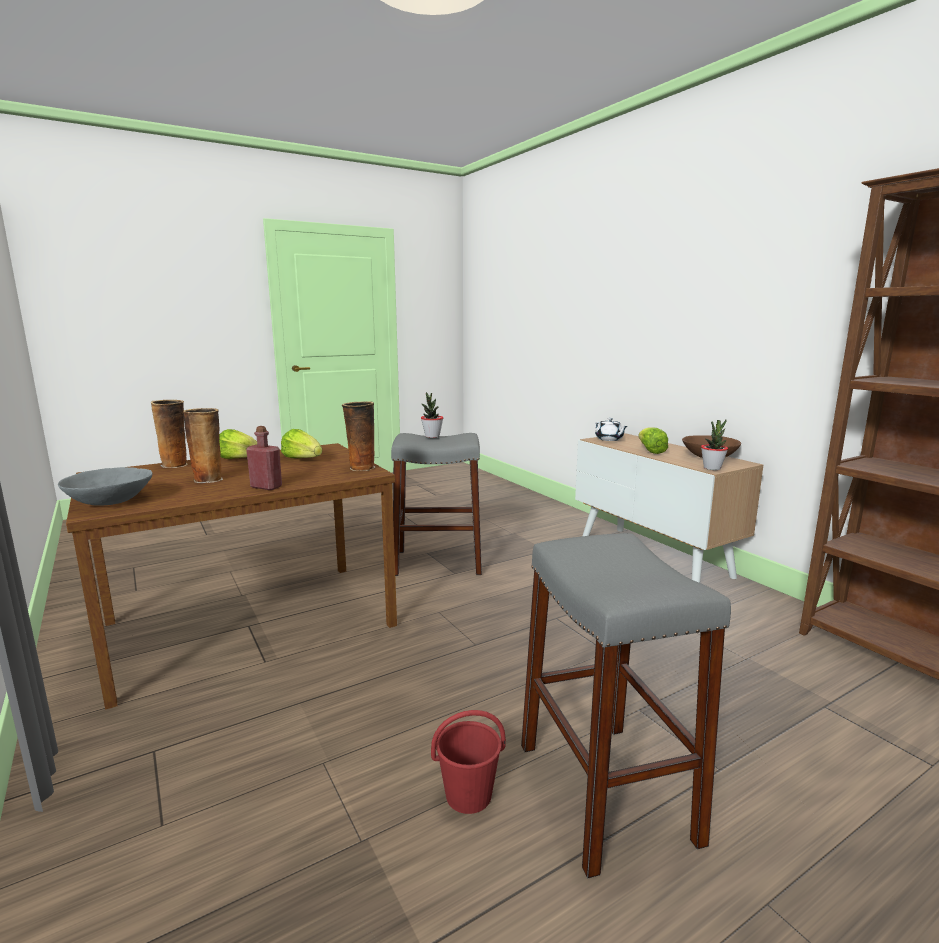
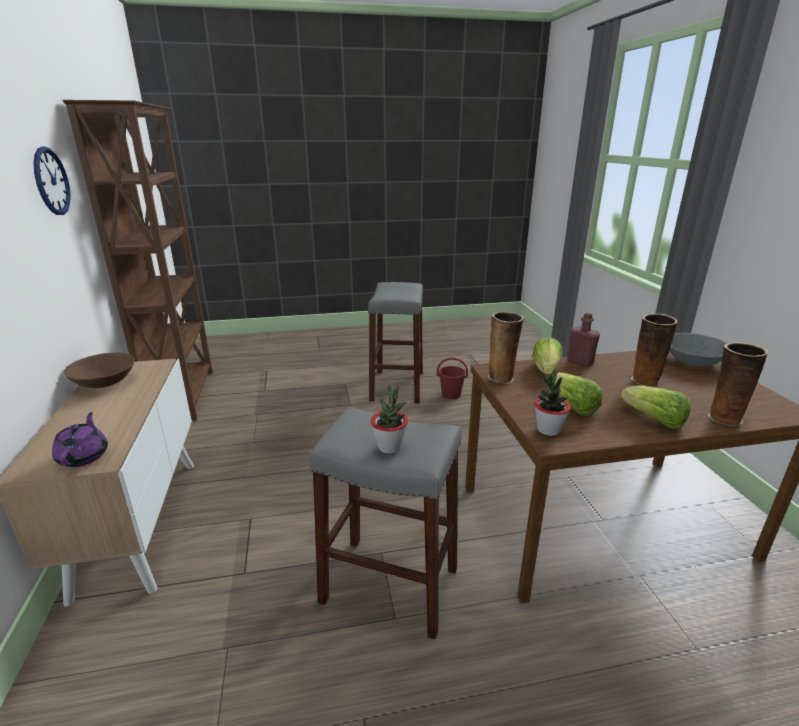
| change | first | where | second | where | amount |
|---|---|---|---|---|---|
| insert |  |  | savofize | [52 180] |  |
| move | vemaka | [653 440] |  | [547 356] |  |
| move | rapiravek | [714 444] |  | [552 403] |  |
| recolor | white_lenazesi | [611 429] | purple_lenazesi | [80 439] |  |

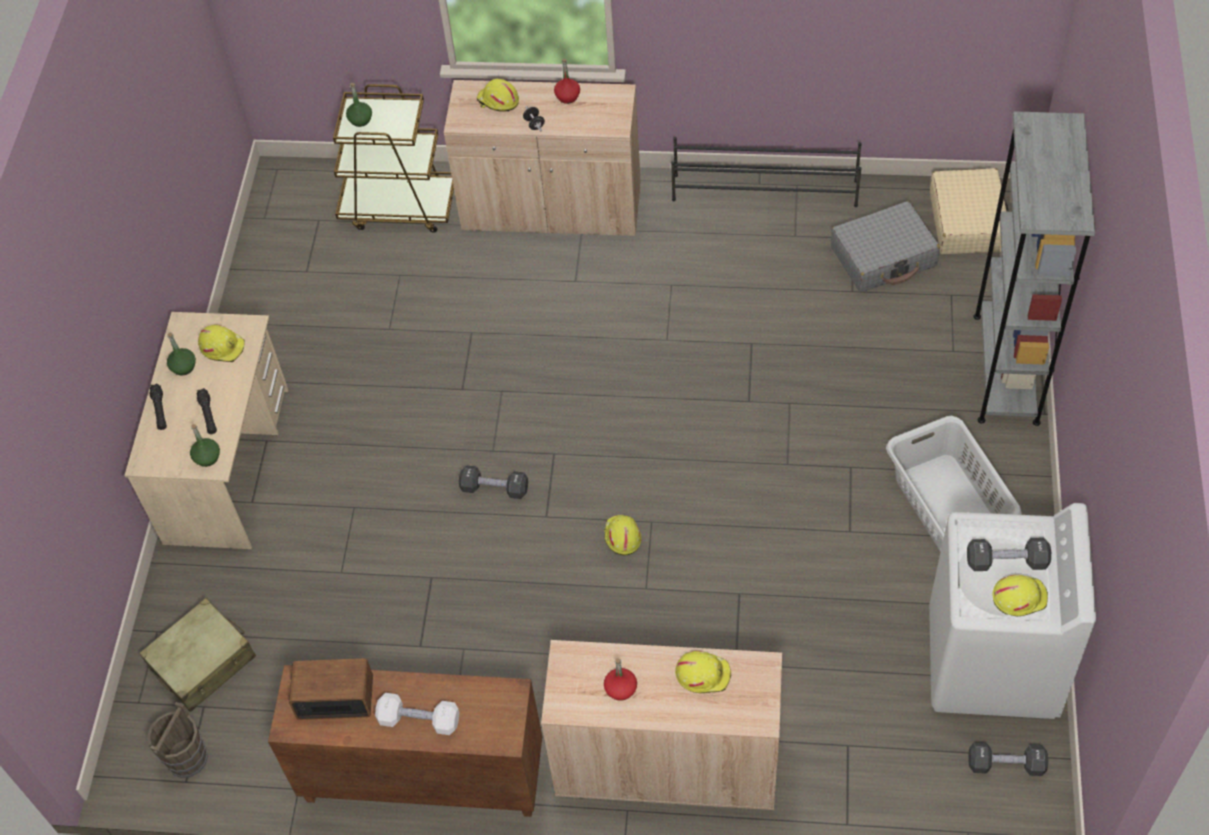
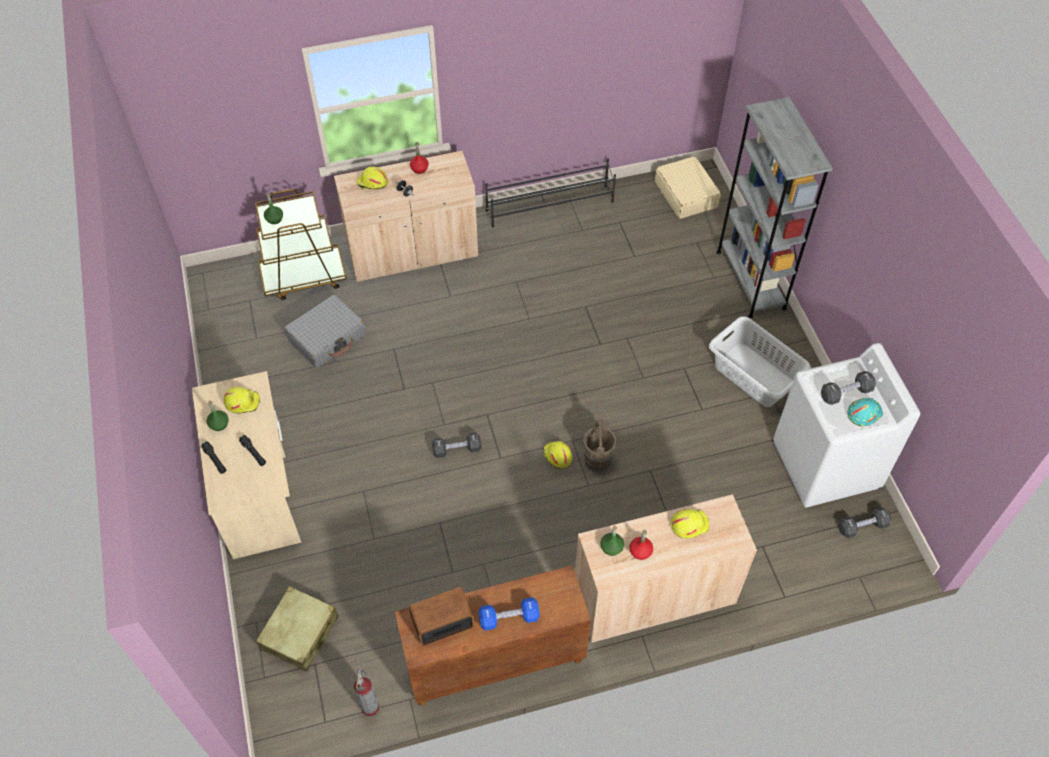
| change | first | where | second | where | amount |
|---|---|---|---|---|---|
| insert |  |  | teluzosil | [367 691] |  |
| move | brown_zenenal | [177 740] |  | [599 445] |  |
| move | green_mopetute | [205 445] |  | [612 540] |  |
| move | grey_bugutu | [885 246] |  | [325 331] |  |
| recolor | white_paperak | [417 714] | blue_paperak | [509 614] |  |
| recolor | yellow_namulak | [1020 595] | turquoise_namulak | [865 412] |  |

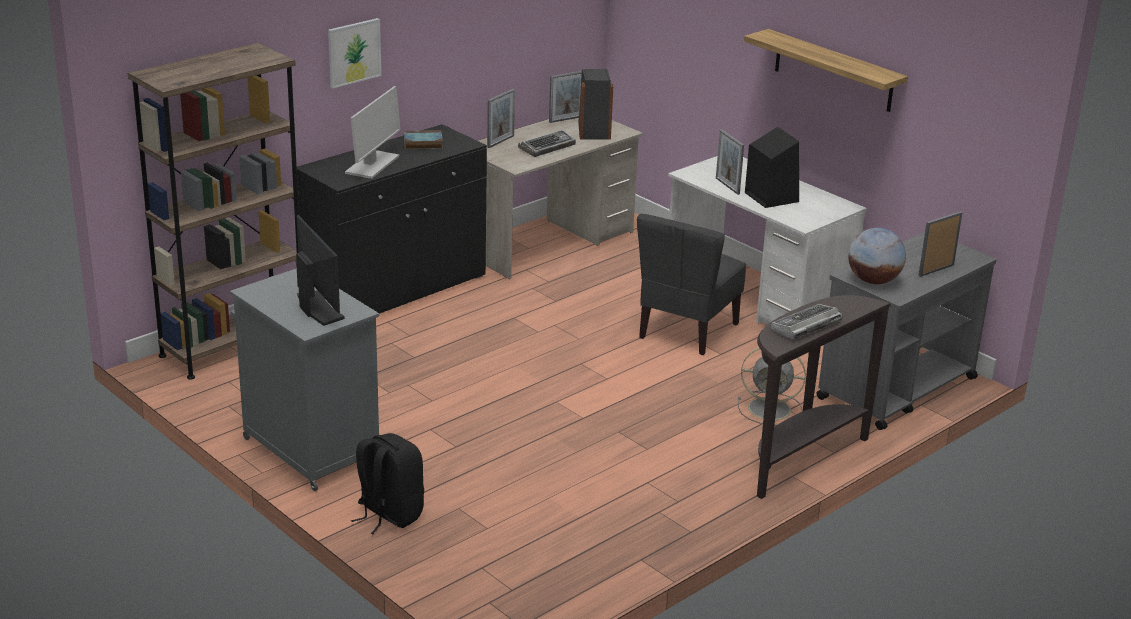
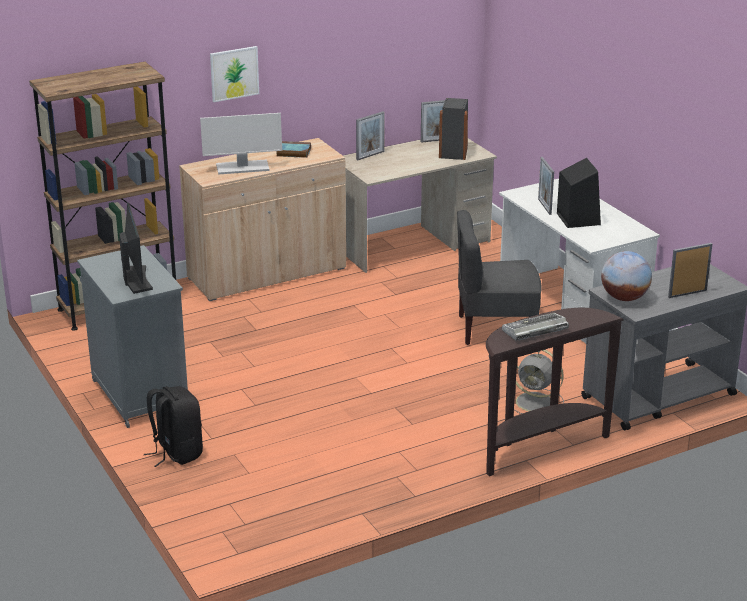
| change | first | where | second | where | amount |
|---|---|---|---|---|---|
| delete | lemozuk | [547 143] |  |  |  |
| delete | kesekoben | [826 70] |  |  |  |
| recolor | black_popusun | [392 219] | beige_popusun | [262 219] |  |
| rotate | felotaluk | [373 132] |  | [241 144] | 45 degrees clockwise |
| rotate | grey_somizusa | [691 284] |  | [499 277] | 45 degrees clockwise |

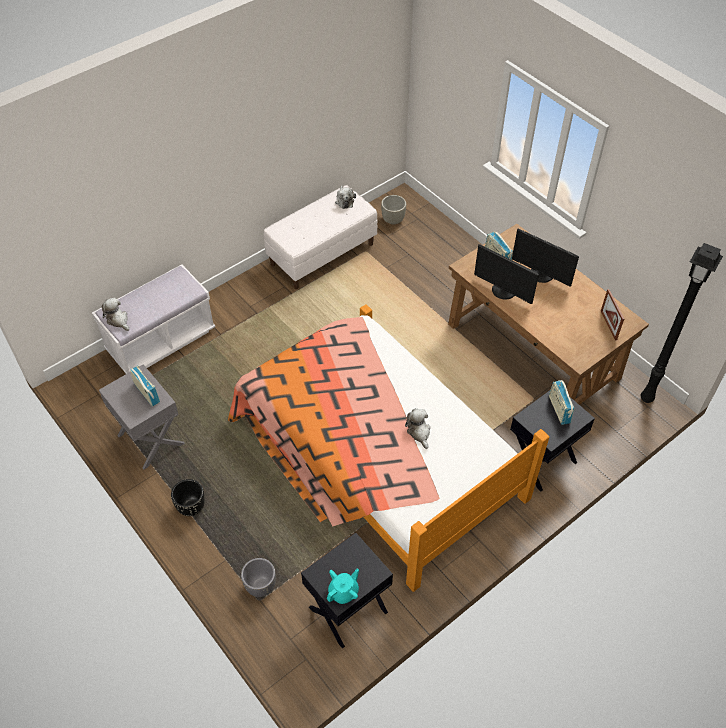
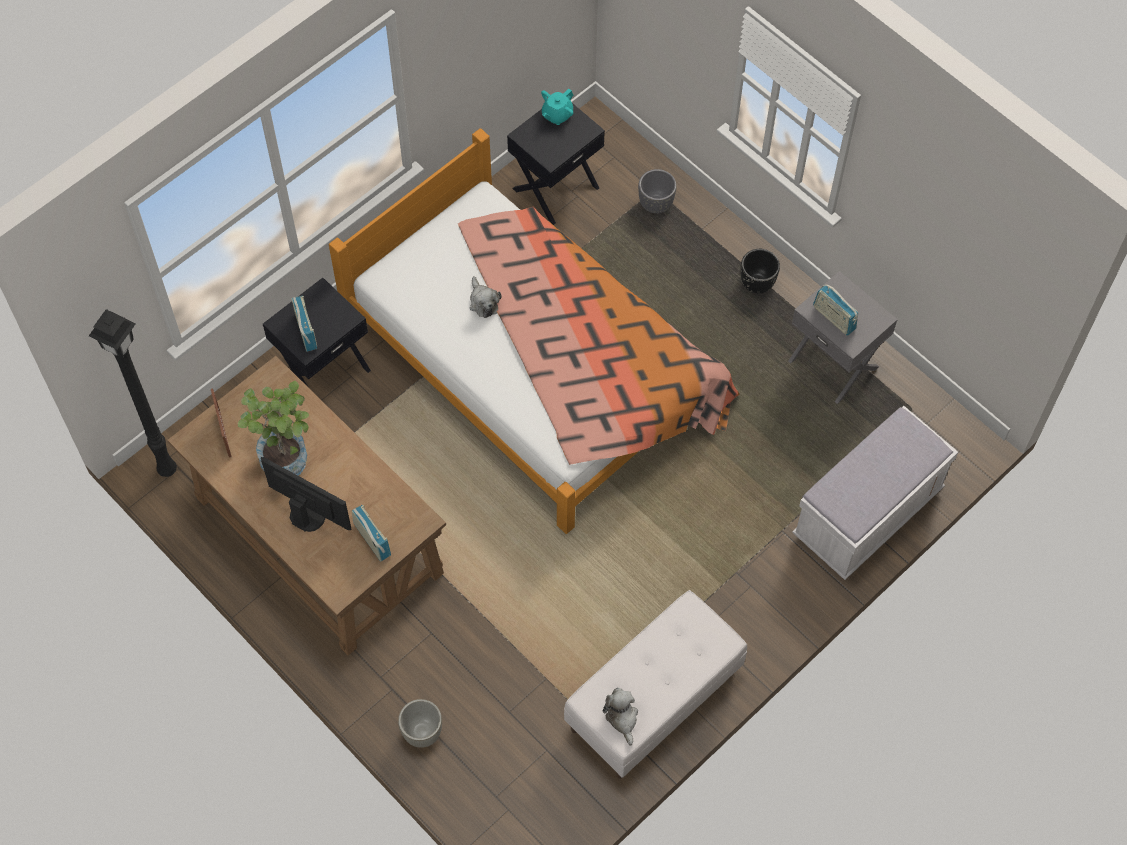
| change | first | where | second | where | amount |
|---|---|---|---|---|---|
| delete | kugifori | [115 314] |  |  |  |
| delete | felotaluk | [506 274] |  |  |  |
| insert |  |  | rapiravek | [273 428] |  |
| move | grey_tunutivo | [393 210] |  | [420 723] |  |

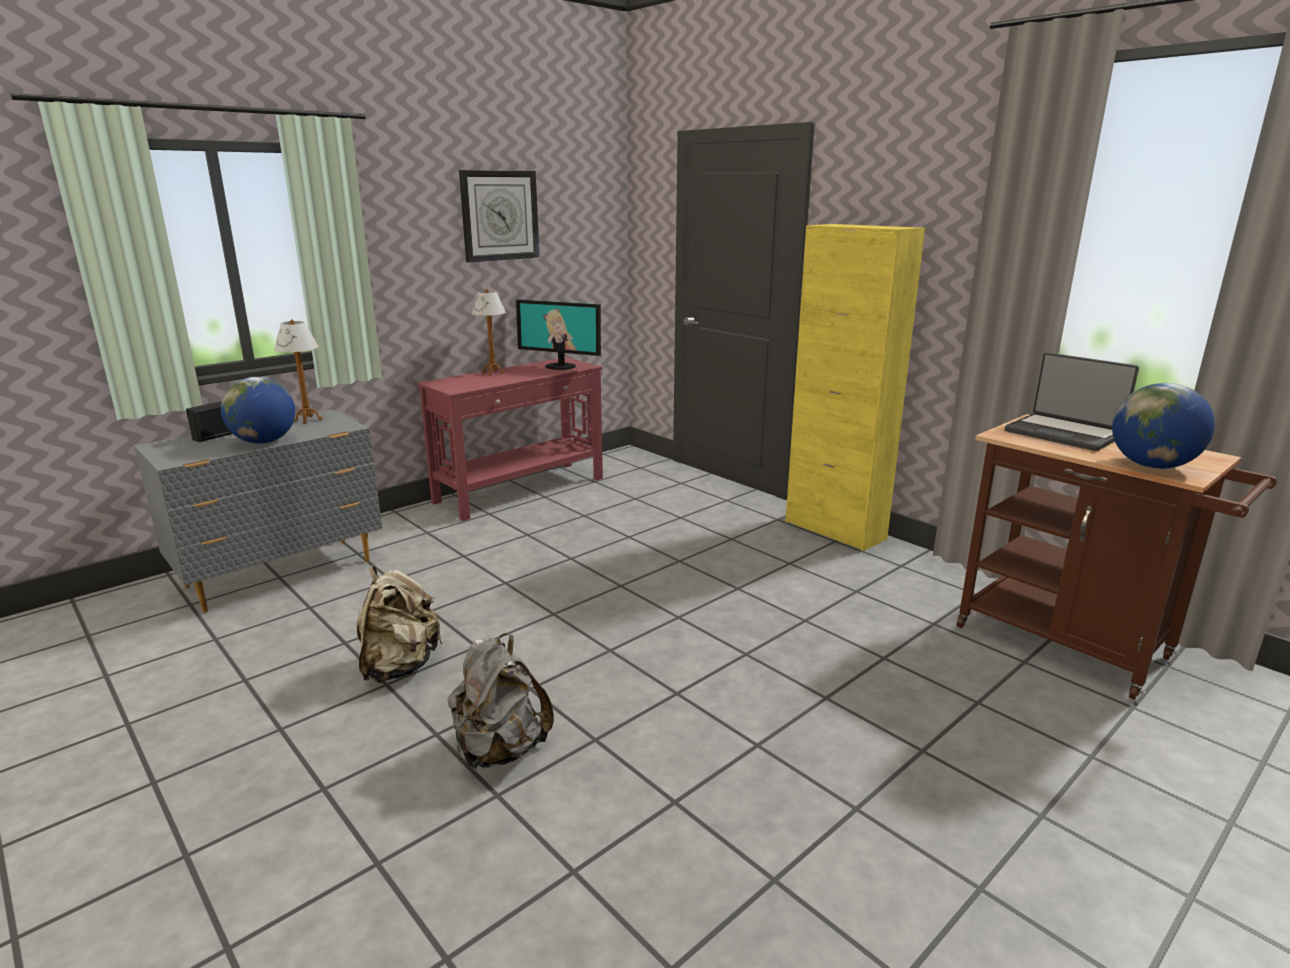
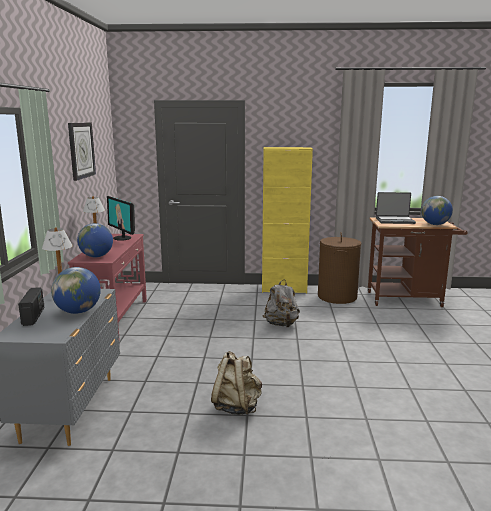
| change | first | where | second | where | amount |
|---|---|---|---|---|---|
| insert |  |  | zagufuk | [95 240] |  |
| insert |  |  | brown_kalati | [340 268] |  |
| move | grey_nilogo | [501 701] |  | [281 303] |  |
| rotate | felotaluk | [558 334] |  | [121 218] | 75 degrees clockwise |

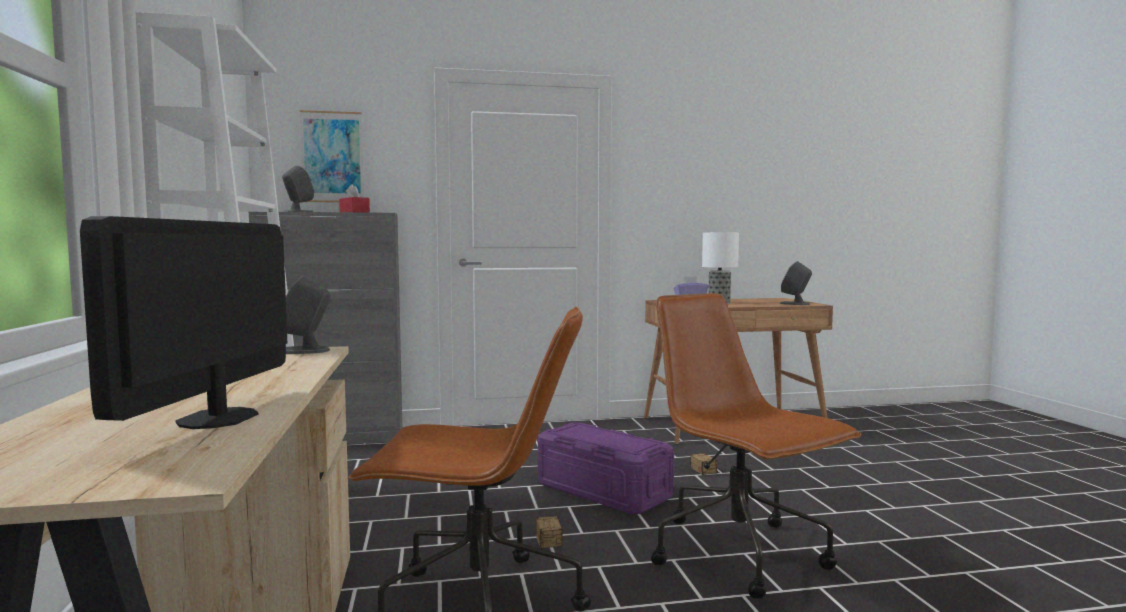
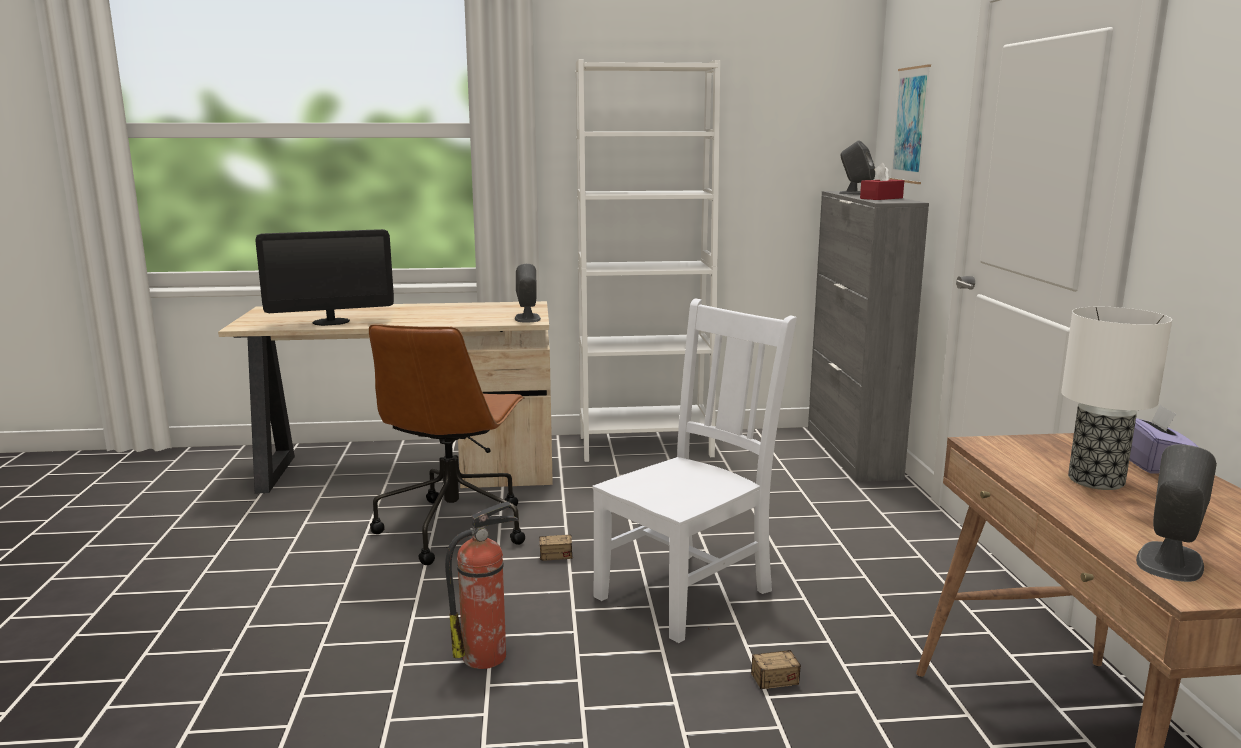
| change | first | where | second | where | amount |
|---|---|---|---|---|---|
| replace | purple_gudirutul | [606 468] | white_somizusa | [694 471] |  |
| replace | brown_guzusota | [756 446] | teluzosil | [482 585] |  |
| rotate | felotaluk | [183 322] |  | [324 277] | 150 degrees clockwise |

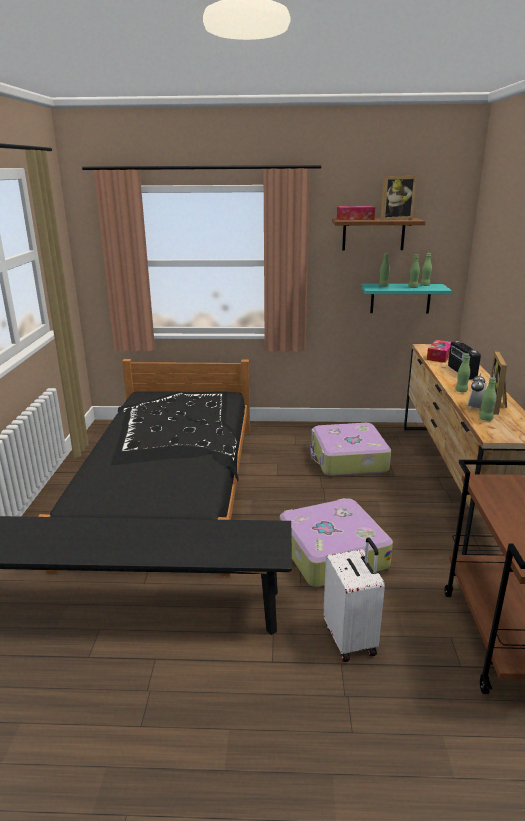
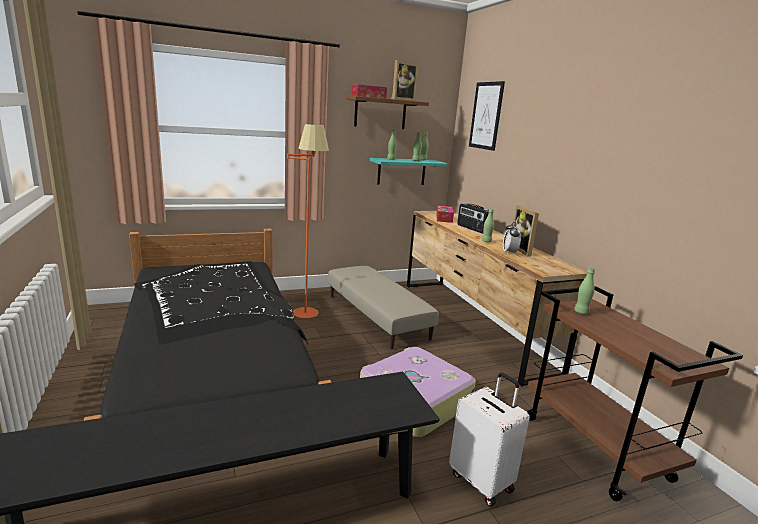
| change | first | where | second | where | amount |
|---|---|---|---|---|---|
| insert |  |  | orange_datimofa | [308 221] |  |
| insert |  |  | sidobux | [487 116] |  |
| move | green_mopetute | [487 399] |  | [584 290] |  |
| replace | bugutu | [350 449] | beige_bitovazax | [383 307] |  |

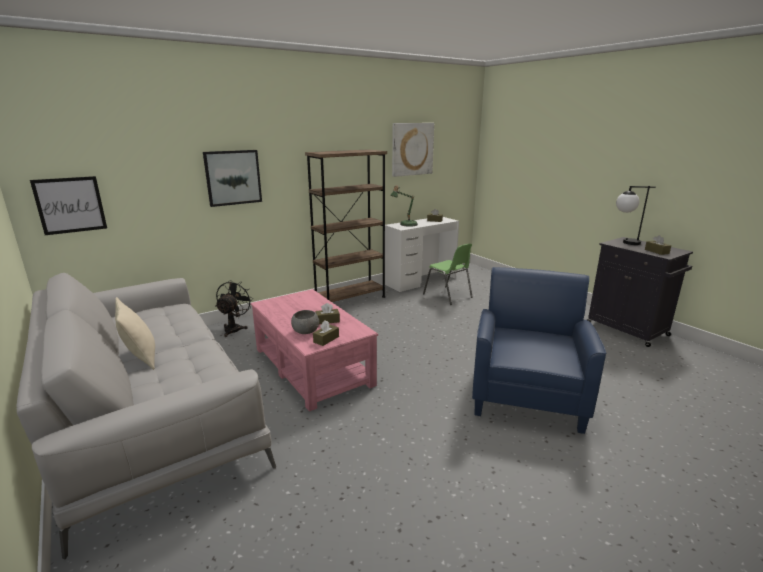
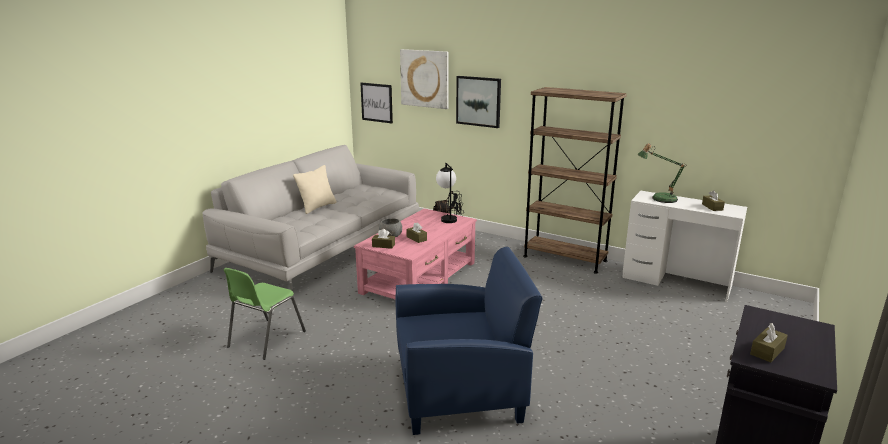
| change | first | where | second | where | amount |
|---|---|---|---|---|---|
| move | sidobux | [413 150] |  | [424 79] |  |
| move | green_somizusa | [448 274] |  | [264 314] |  |
| move | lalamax | [636 215] |  | [446 193] |  |

